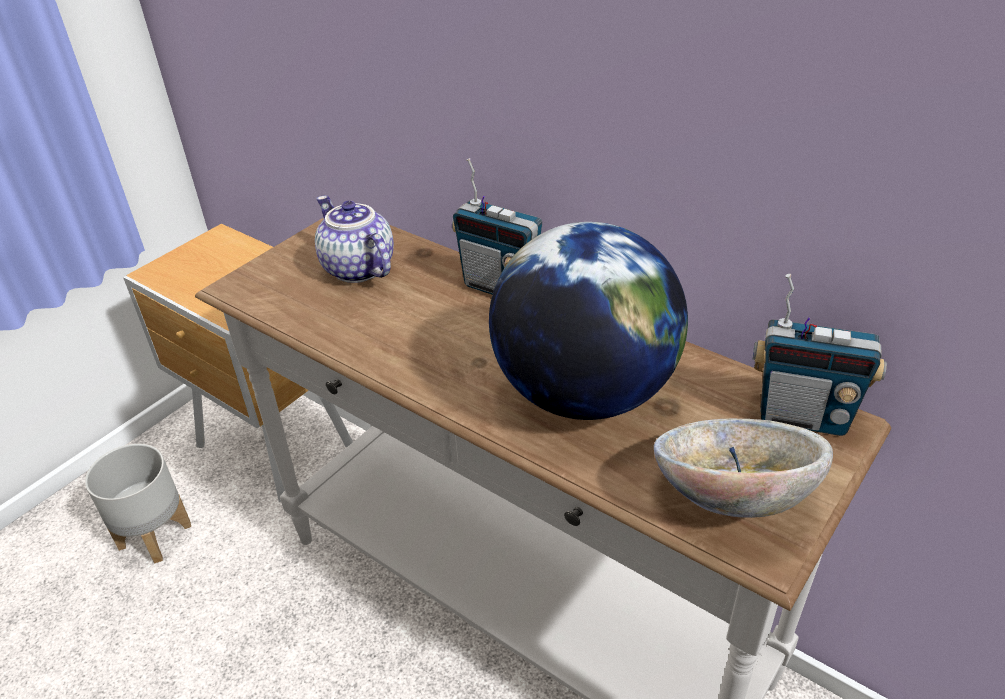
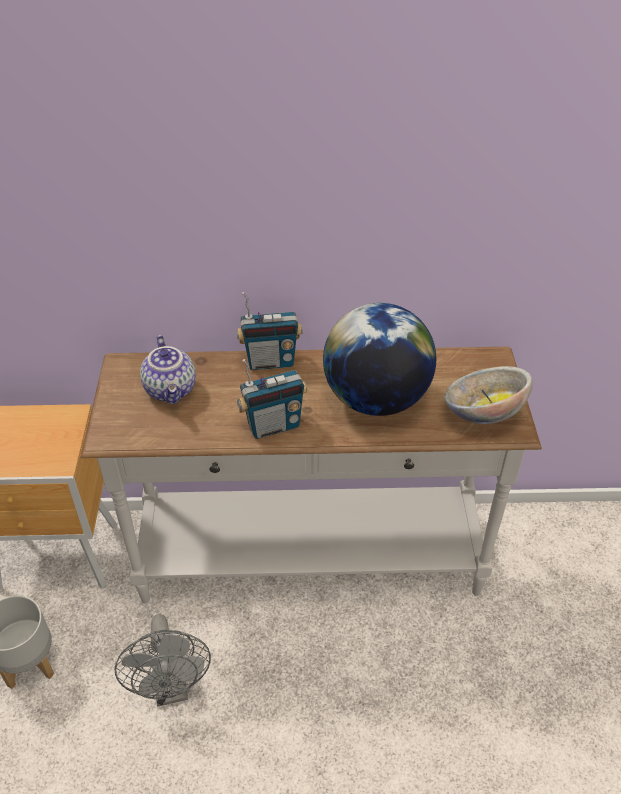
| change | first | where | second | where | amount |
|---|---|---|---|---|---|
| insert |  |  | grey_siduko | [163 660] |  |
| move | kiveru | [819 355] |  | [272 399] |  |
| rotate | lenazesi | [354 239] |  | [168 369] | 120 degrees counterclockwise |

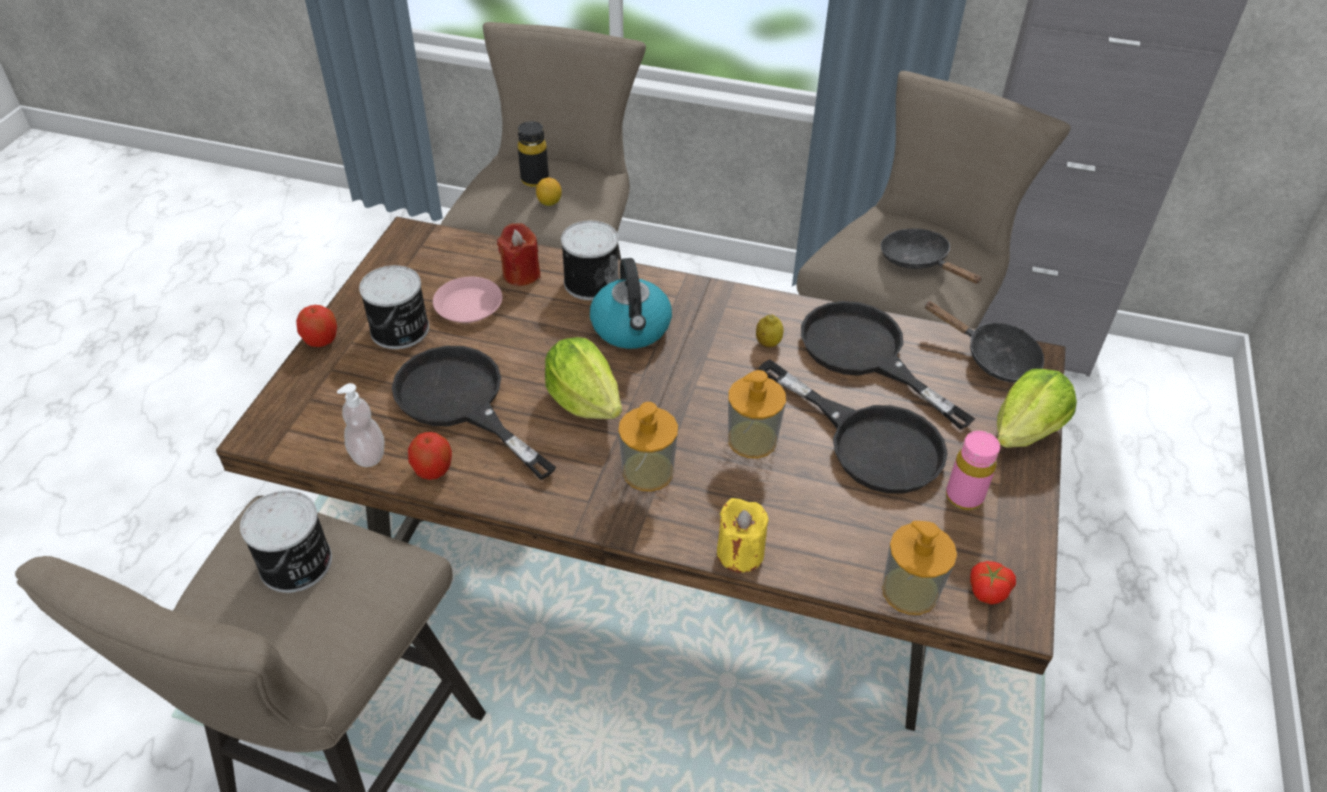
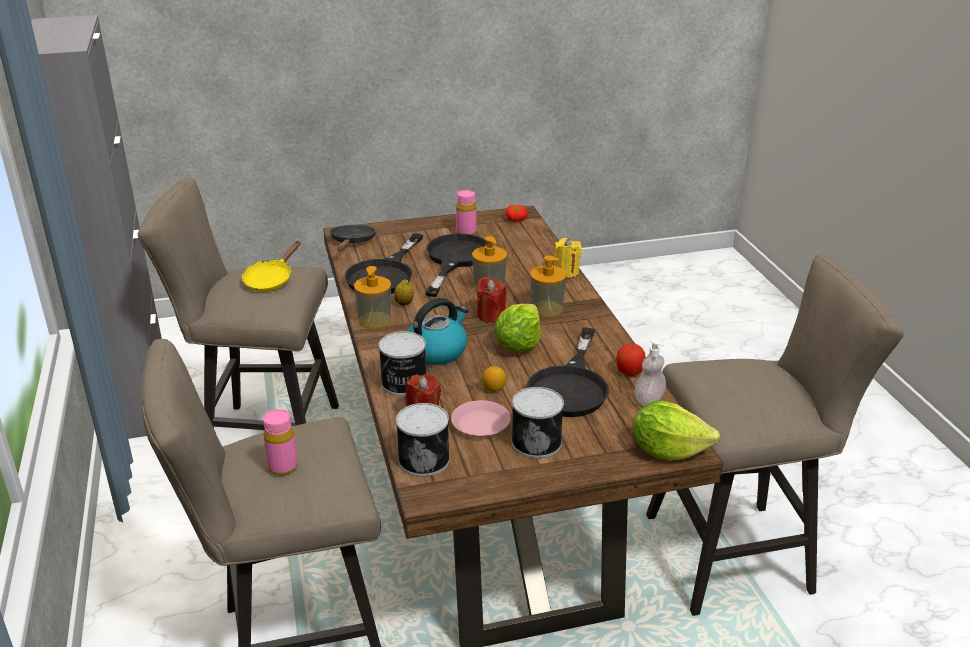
| change | first | where | second | where | amount |
|---|---|---|---|---|---|
| delete | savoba | [316 326] |  |  |  |
| insert |  |  | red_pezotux | [491 300] |  |
| move | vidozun | [286 542] |  | [423 440] |  |
| move | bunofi | [549 192] |  | [494 379] |  |
| move | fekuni | [919 568] |  | [372 297] |  |
| move | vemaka | [1037 408] |  | [676 430] |  |
| recolor | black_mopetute | [533 154] | pink_mopetute | [280 442] |  |
| recolor | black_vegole | [931 256] | yellow_vegole | [271 266] |  |

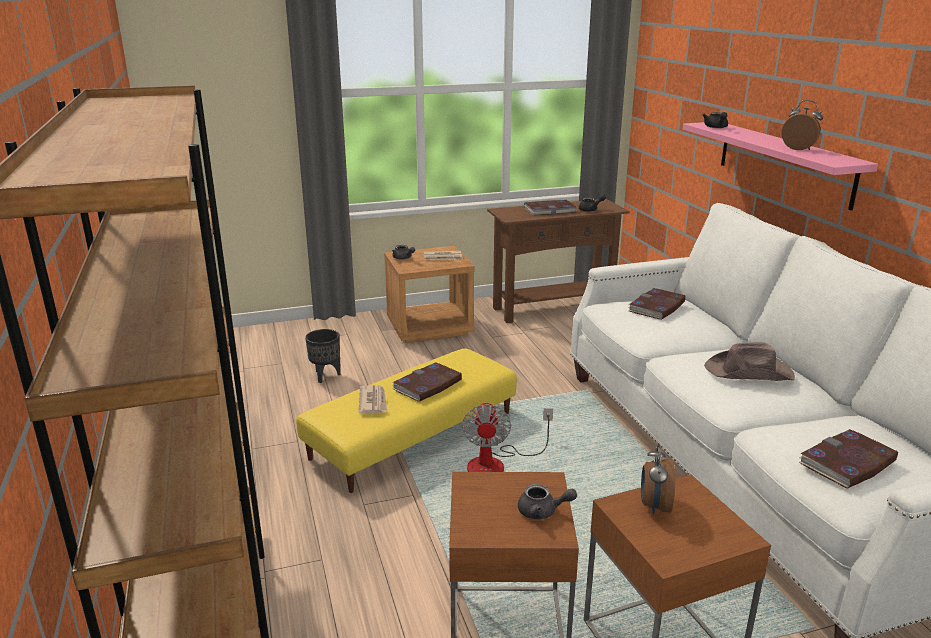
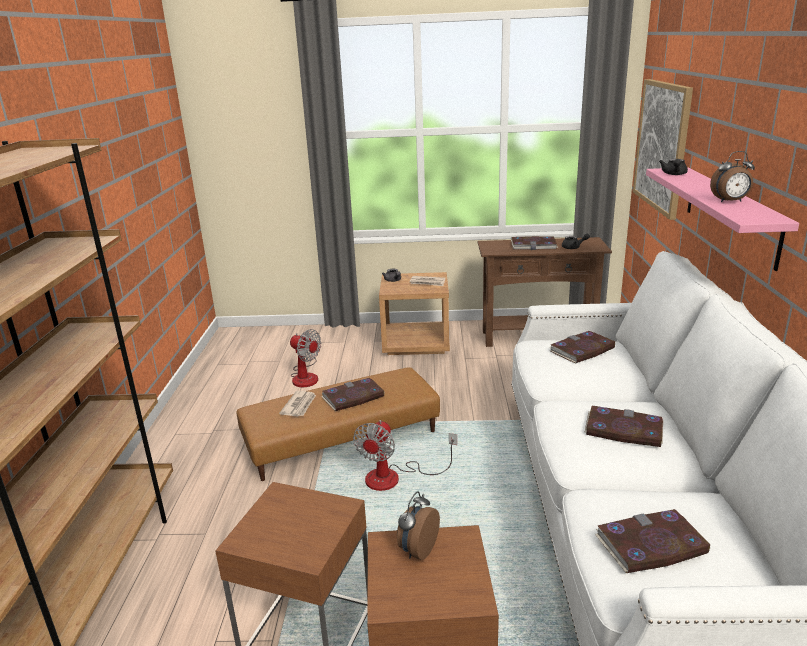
| change | first | where | second | where | amount |
|---|---|---|---|---|---|
| delete | grey_lenazesi | [547 501] |  |  |  |
| insert |  |  | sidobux | [663 149] |  |
| replace | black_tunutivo | [323 356] | siduko | [305 358] |  |
| replace | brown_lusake | [749 361] | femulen | [623 426] |  |
| recolor | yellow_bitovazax | [406 421] | brown_bitovazax | [338 424] |  |
| rotate | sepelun | [802 125] |  | [732 176] | 120 degrees clockwise |

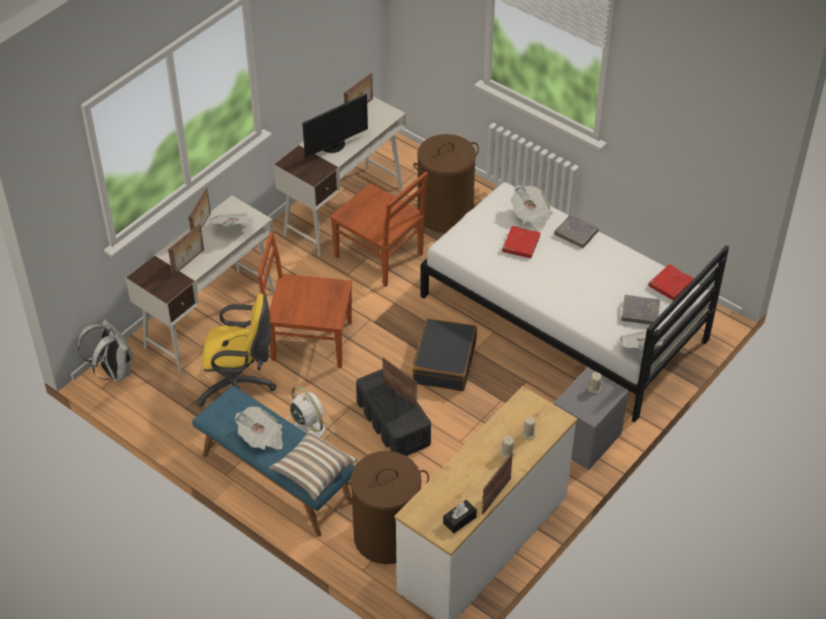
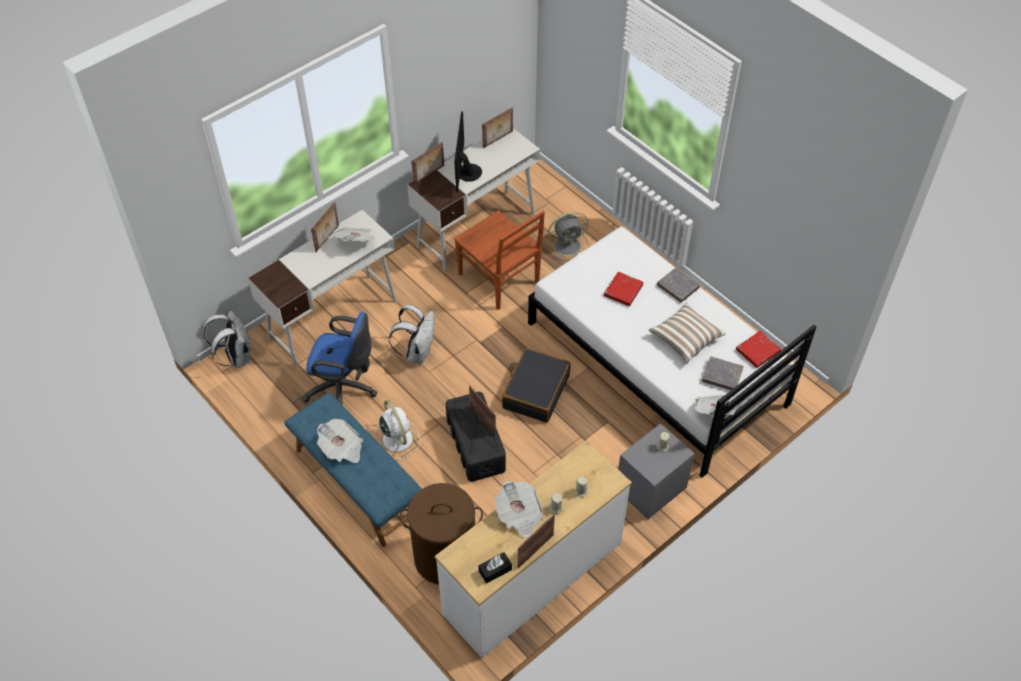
| change | first | where | second | where | amount |
|---|---|---|---|---|---|
| move | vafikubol | [186 249] |  | [427 163] |  |
| move | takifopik | [313 465] |  | [687 333] |  |
| move | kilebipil | [532 207] |  | [519 509] |  |
| replace | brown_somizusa | [304 299] | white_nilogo | [411 334] |  |
| replace | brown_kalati | [446 183] | grey_siduko | [566 236] |  |
| recolor | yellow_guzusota | [236 350] | blue_guzusota | [339 358] |  |
| rotate | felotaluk | [335 125] |  | [468 151] | 120 degrees clockwise |

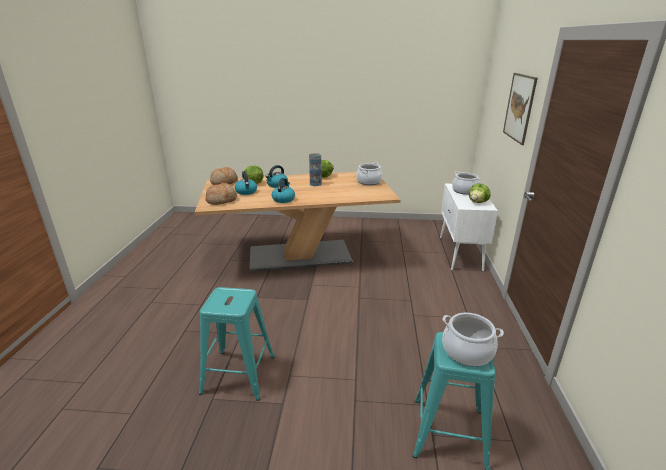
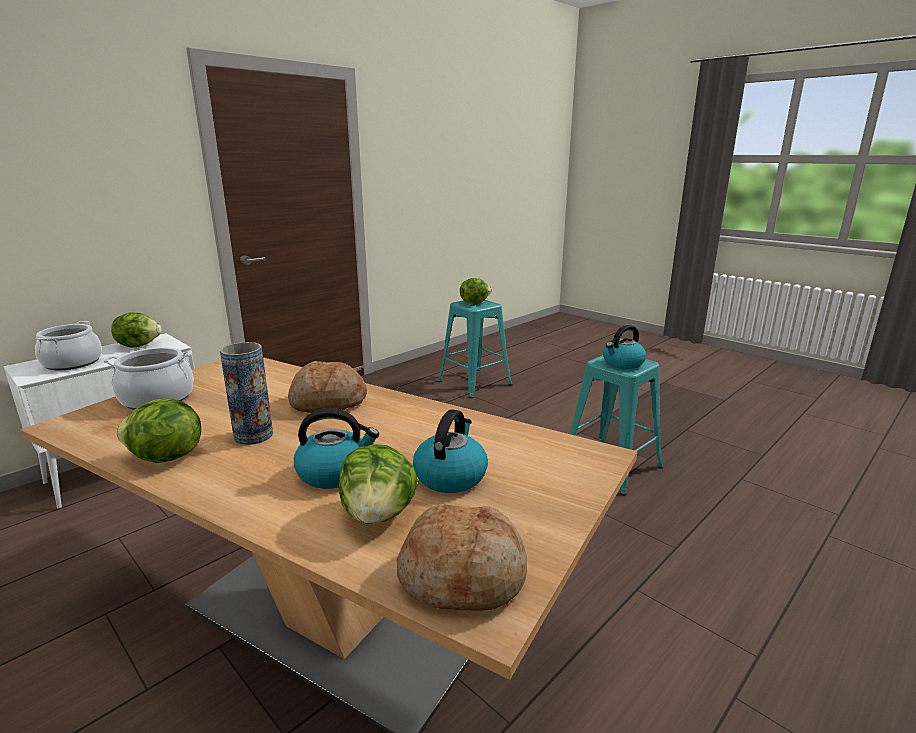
| change | first | where | second | where | amount |
|---|---|---|---|---|---|
| delete | sidobux | [520 109] |  |  |  |
| move | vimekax | [221 194] |  | [327 387] |  |
| move | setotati | [283 190] |  | [624 347] |  |
| replace | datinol | [473 340] | vemaka | [476 291] |  |

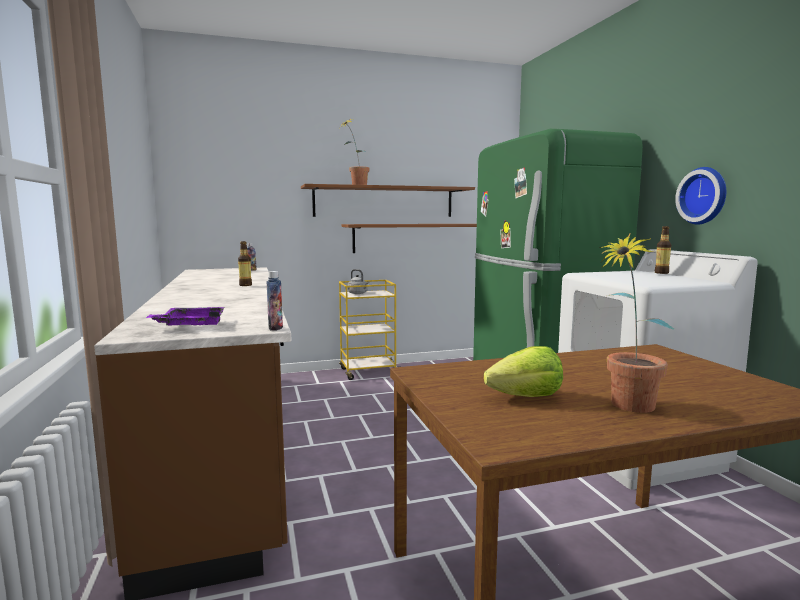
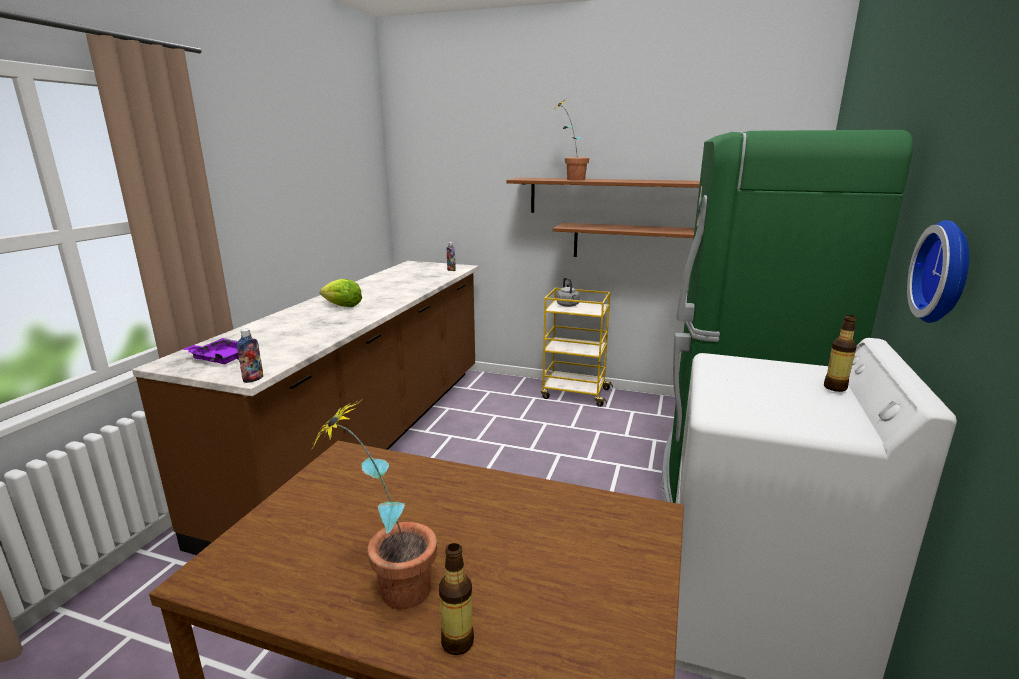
| change | first | where | second | where | amount |
|---|---|---|---|---|---|
| move | mopetute | [245 263] |  | [456 599] |  |
| move | vemaka | [523 371] |  | [341 293] |  |

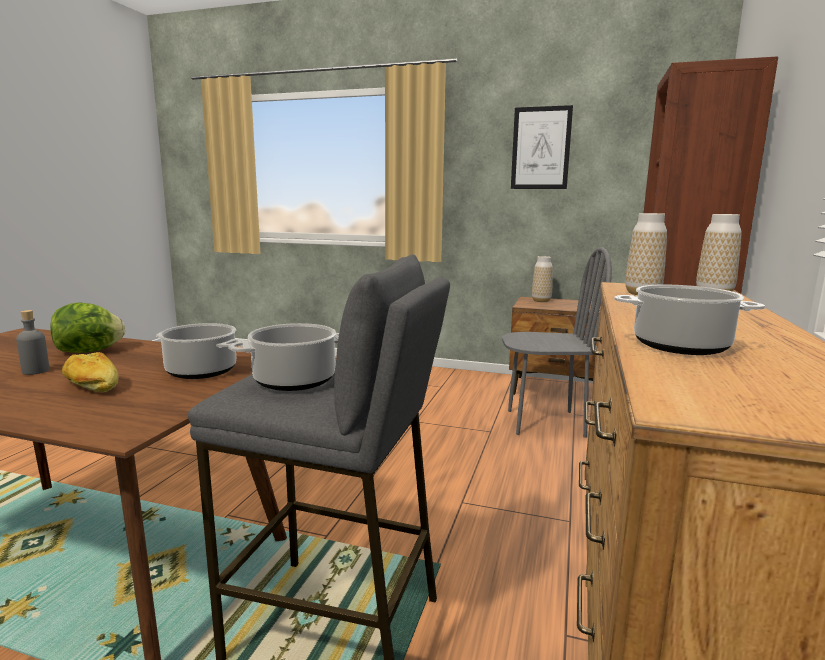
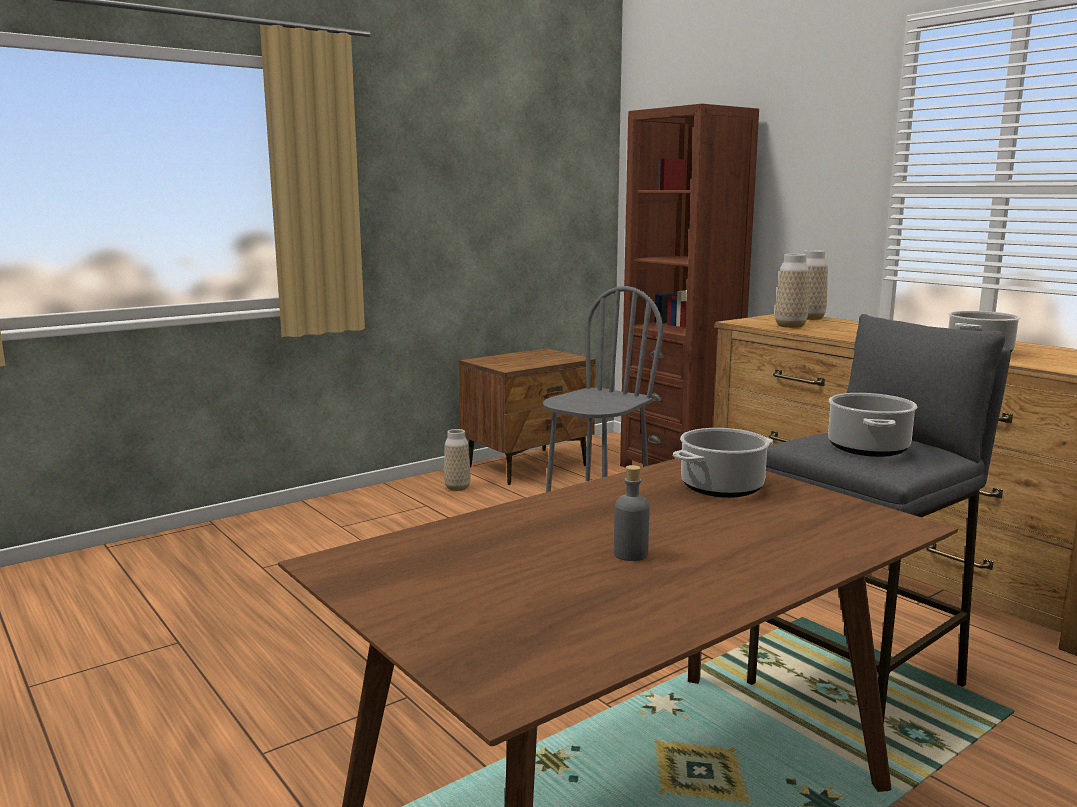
| change | first | where | second | where | amount |
|---|---|---|---|---|---|
| delete | vemaka | [87 327] |  |  |  |
| delete | vimekax | [90 372] |  |  |  |
| delete | sidobux | [542 147] |  |  |  |
| move | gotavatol | [542 279] |  | [457 460] |  |

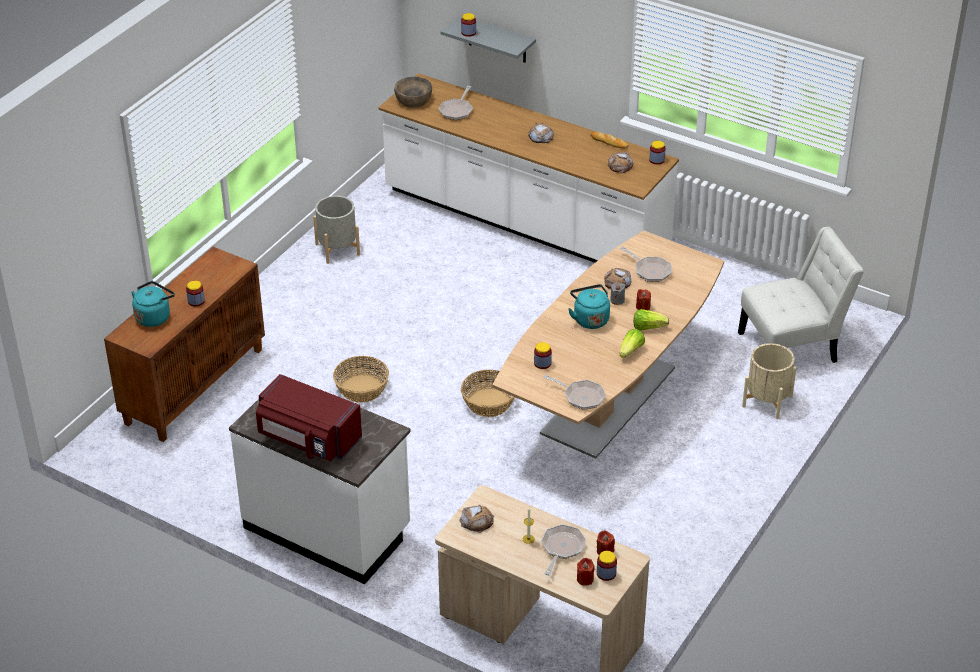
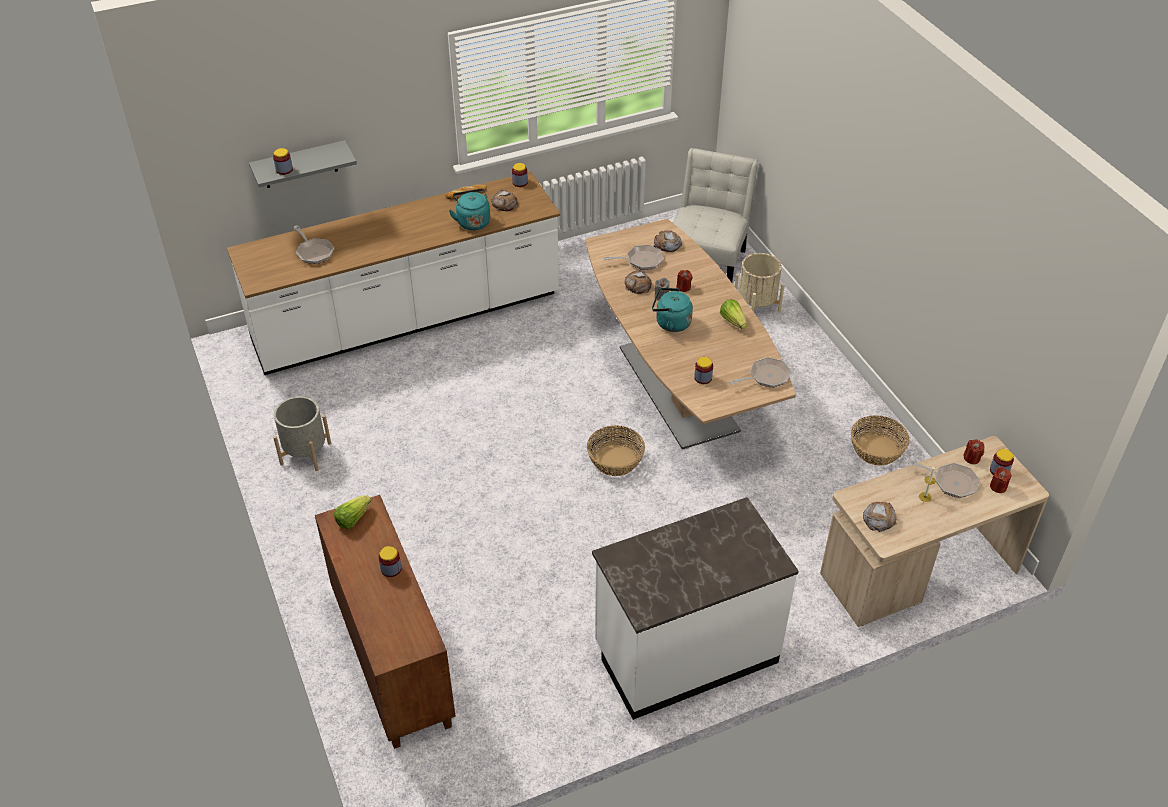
| change | first | where | second | where | amount |
|---|---|---|---|---|---|
| delete | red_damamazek | [309 417] |  |  |  |
| delete | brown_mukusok | [413 92] |  |  |  |
| move | turquoise_setotati | [153 304] |  | [469 209] |  |
| move | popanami | [361 379] |  | [880 440] |  |
| move | vimekax | [541 132] |  | [668 241] |  |
| move | vemaka | [651 320] |  | [352 512] |  |
| rotate | vegole | [563 549] |  | [943 479] | 150 degrees clockwise |

